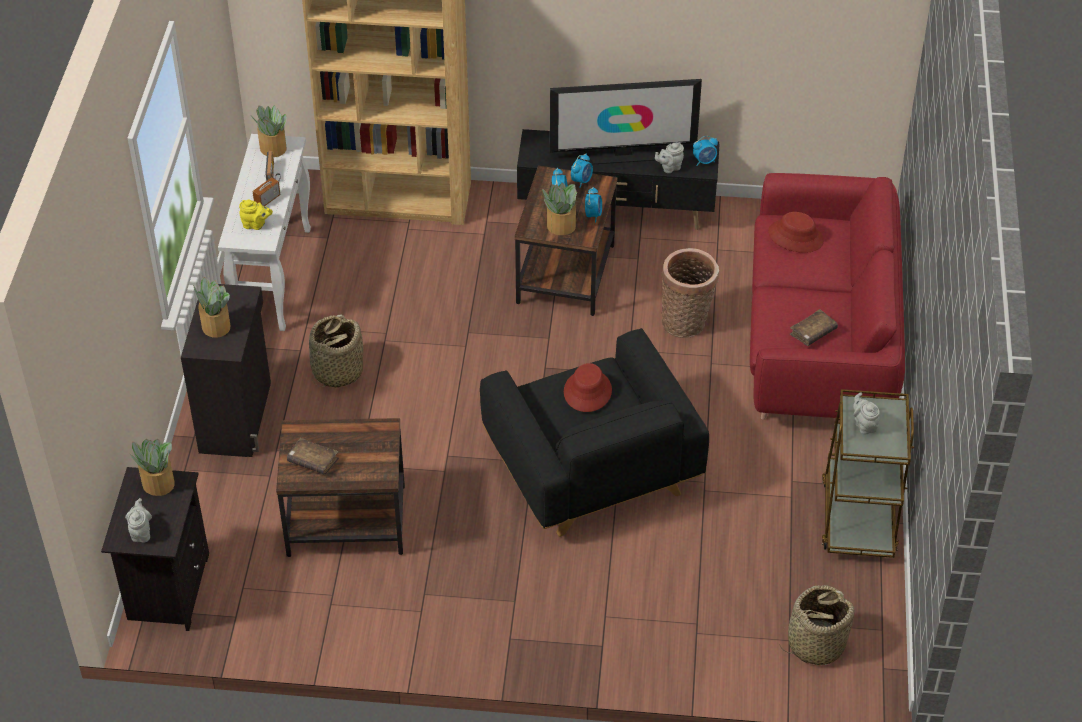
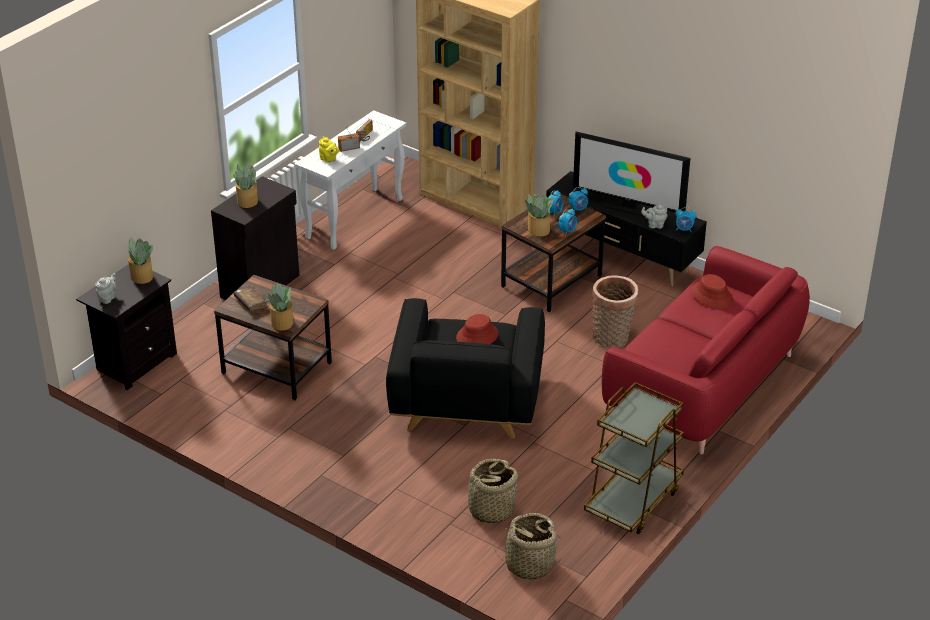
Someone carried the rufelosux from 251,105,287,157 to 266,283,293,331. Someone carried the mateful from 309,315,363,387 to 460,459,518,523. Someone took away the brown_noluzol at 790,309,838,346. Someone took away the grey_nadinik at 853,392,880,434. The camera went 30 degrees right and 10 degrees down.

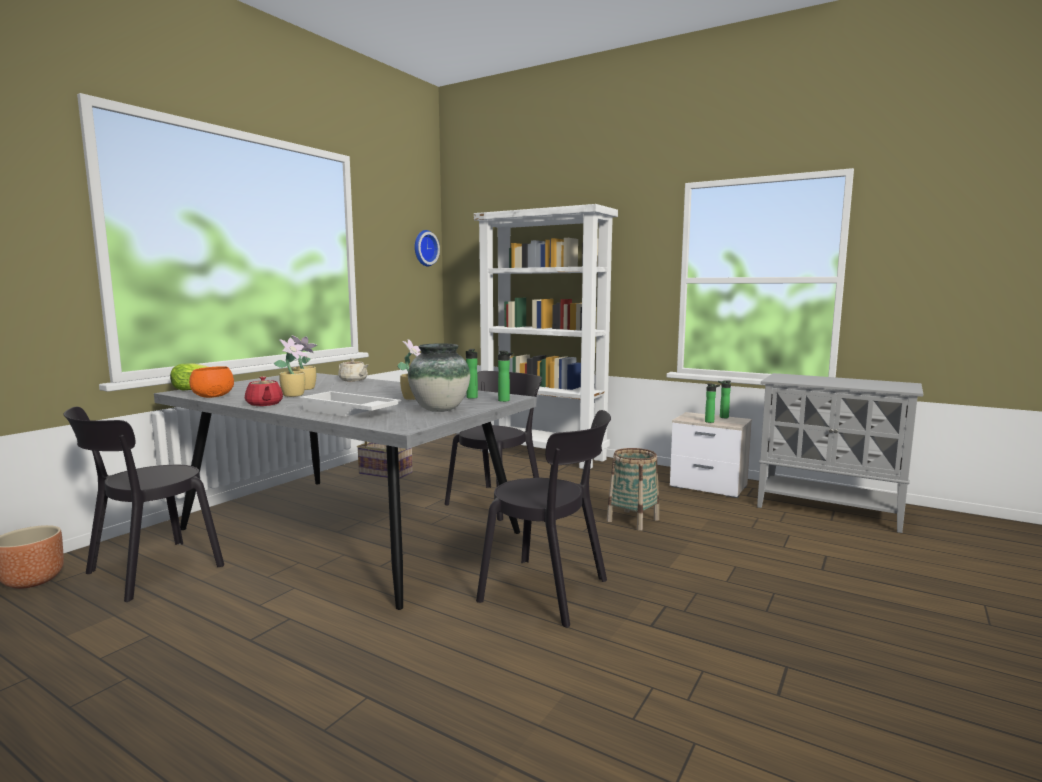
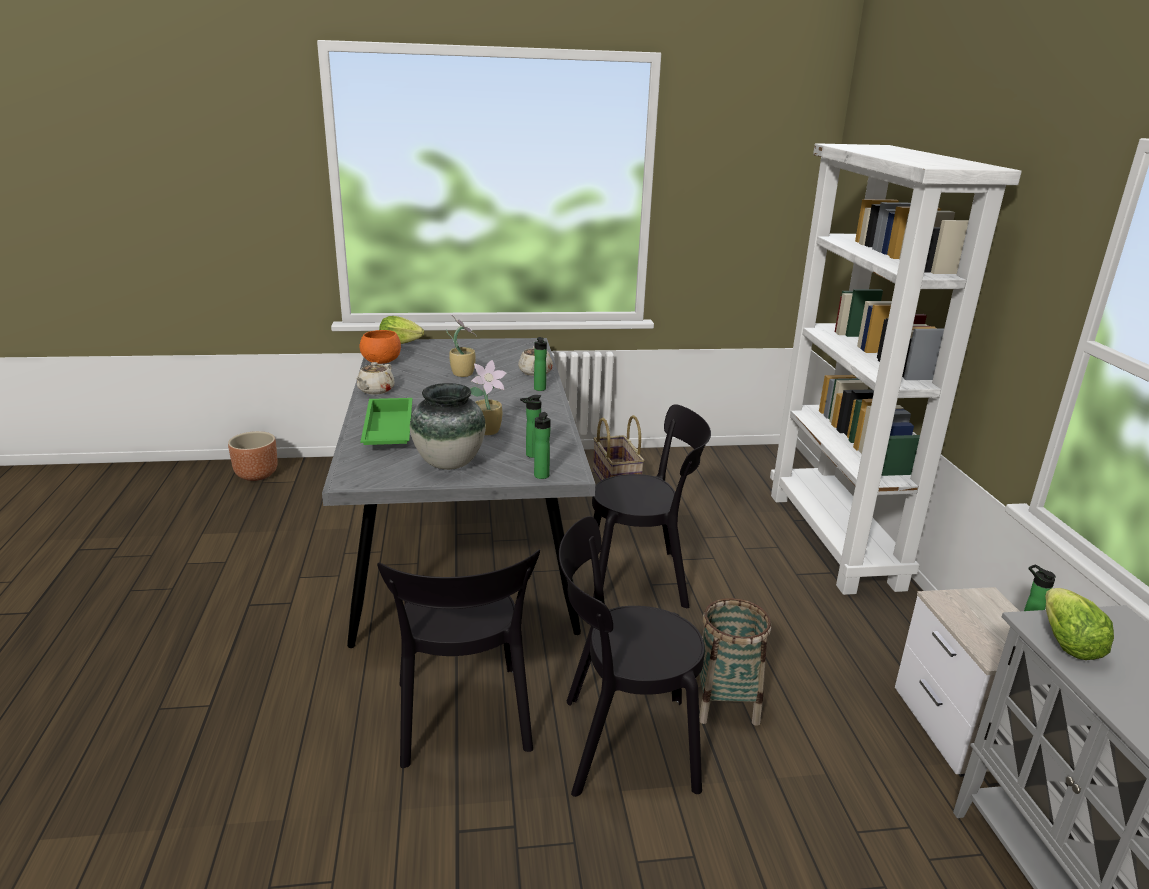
Someone carried the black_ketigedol from 63,407,224,602 to 559,516,705,797. Someone repainted the red_nadinik at 245,376,283,406, which became the beige_nadinik at 356,362,395,395. Someone took away the rufelosux at 274,337,308,397. Someone repainted the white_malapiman at 299,391,401,416, which became the green_malapiman at 360,398,412,445. Someone took away the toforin at 415,230,440,266. Someone carried the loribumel from 705,383,720,423 to 534,337,547,391. Someone put down the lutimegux at 1045,588,1114,660. The camera went 50 degrees right and 15 degrees up.

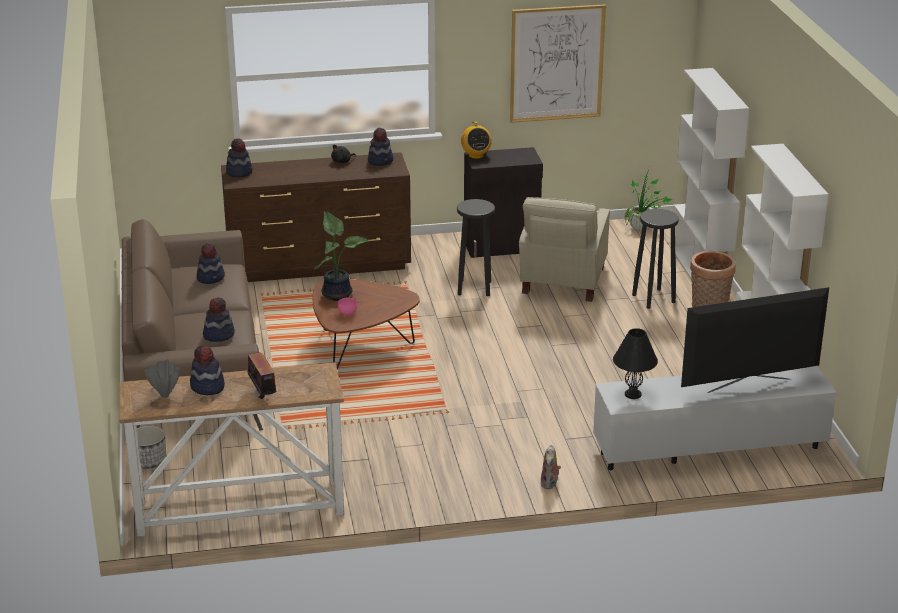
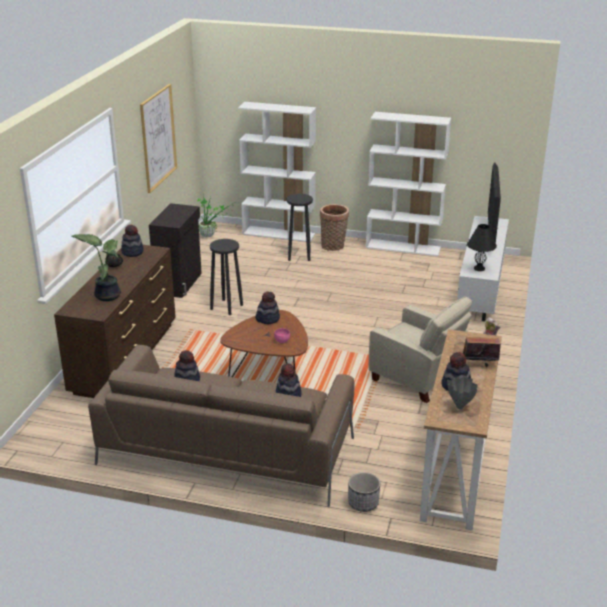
Someone carried the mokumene from 226,138,252,178 to 255,291,280,324. Someone carried the rufelosux from 314,212,370,301 to 71,234,121,301. Someone took away the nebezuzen at 461,121,492,159. Someone carried the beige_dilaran from 519,197,610,302 to 369,296,472,403. The camera went 65 degrees left and 0 degrees up.

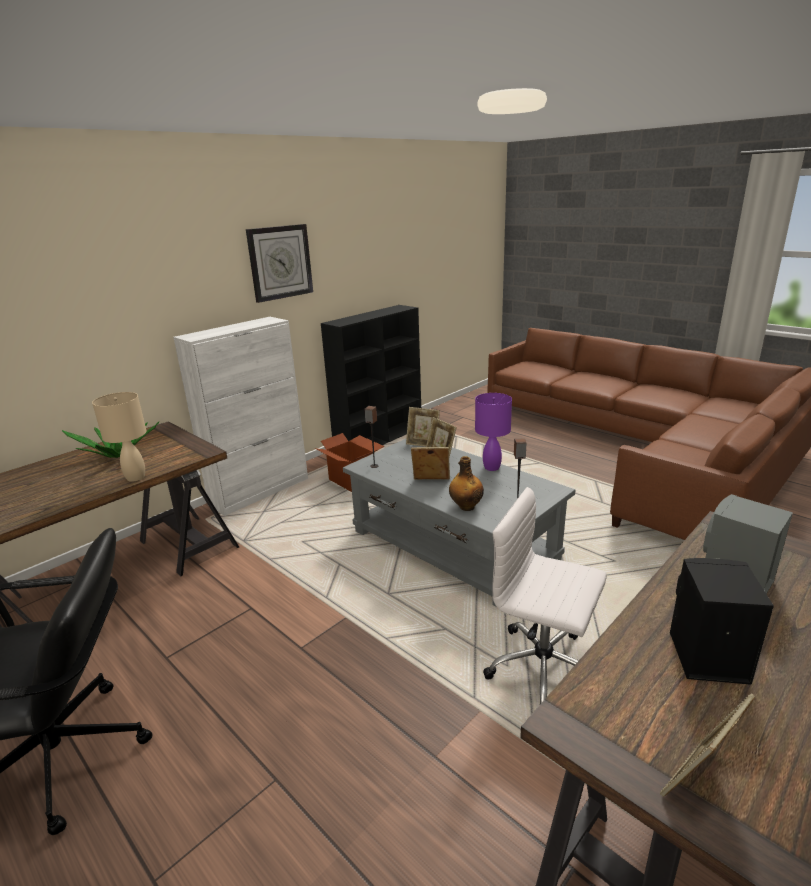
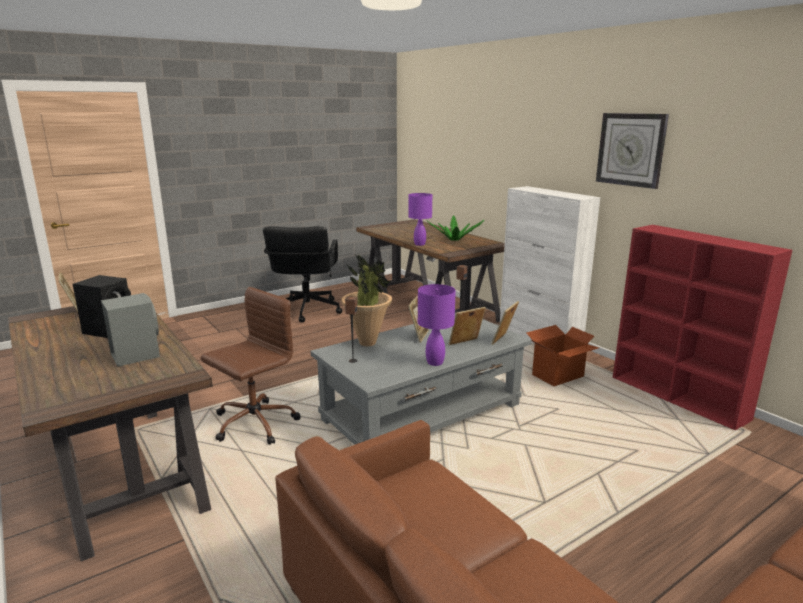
Someone repainted the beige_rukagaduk at 92,392,146,482, which became the purple_rukagaduk at 408,193,432,246. Someone repainted the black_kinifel at 321,305,421,445, which became the red_kinifel at 613,225,792,430. Someone swapped the loribumel at 449,456,484,511 for the rufelosux at 341,254,392,346. Someone repainted the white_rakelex at 483,487,607,704, which became the brown_rakelex at 201,287,301,445. The camera went 100 degrees right and 5 degrees down.

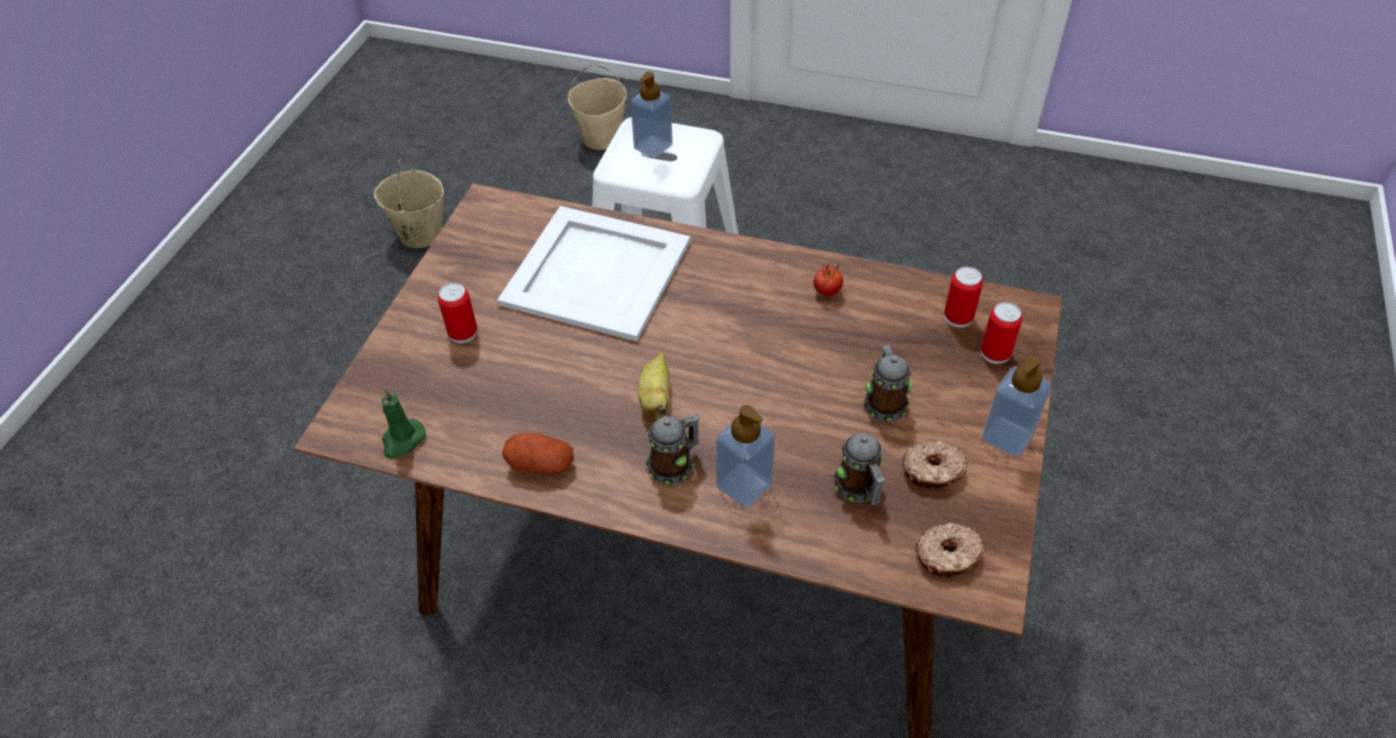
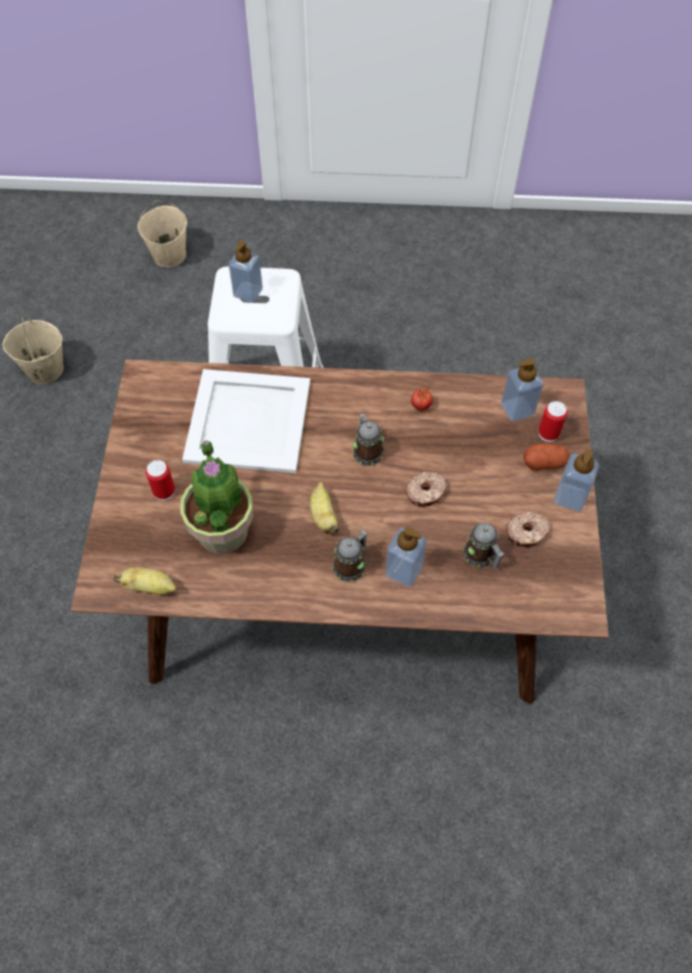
Someone swapped the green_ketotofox at 381,389,426,459 for the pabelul at 113,567,177,595. Someone carried the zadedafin from 502,433,574,474 to 523,443,570,470. Someone carried the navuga from 863,345,913,423 to 352,413,384,466. Someone carried the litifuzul from 916,523,985,578 to 405,472,448,507. Someone swapped the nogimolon at 944,267,983,327 for the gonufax at 501,358,544,422. Someone put down the rufelosux at 180,440,253,554. The camera went 15 degrees left and 10 degrees up.

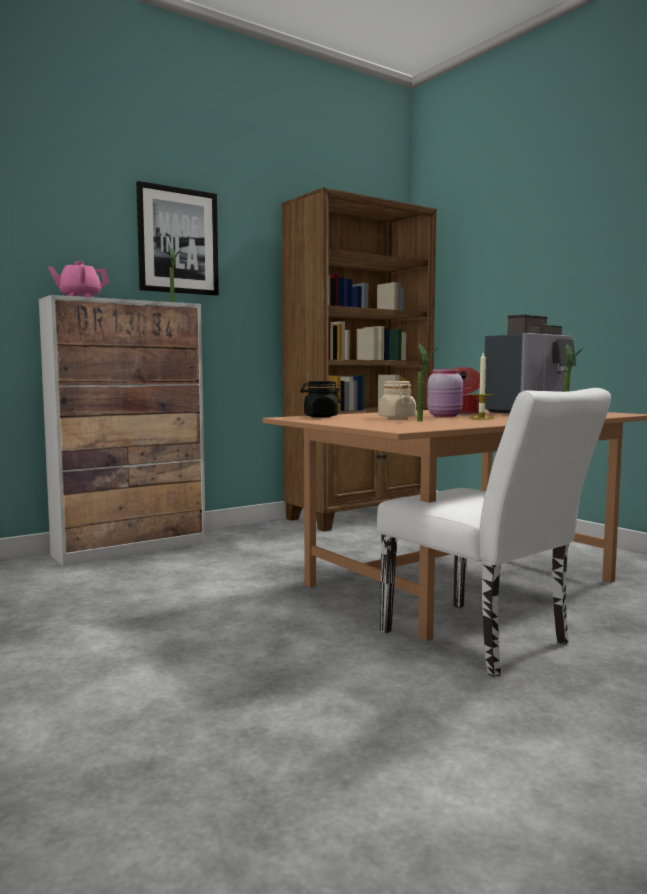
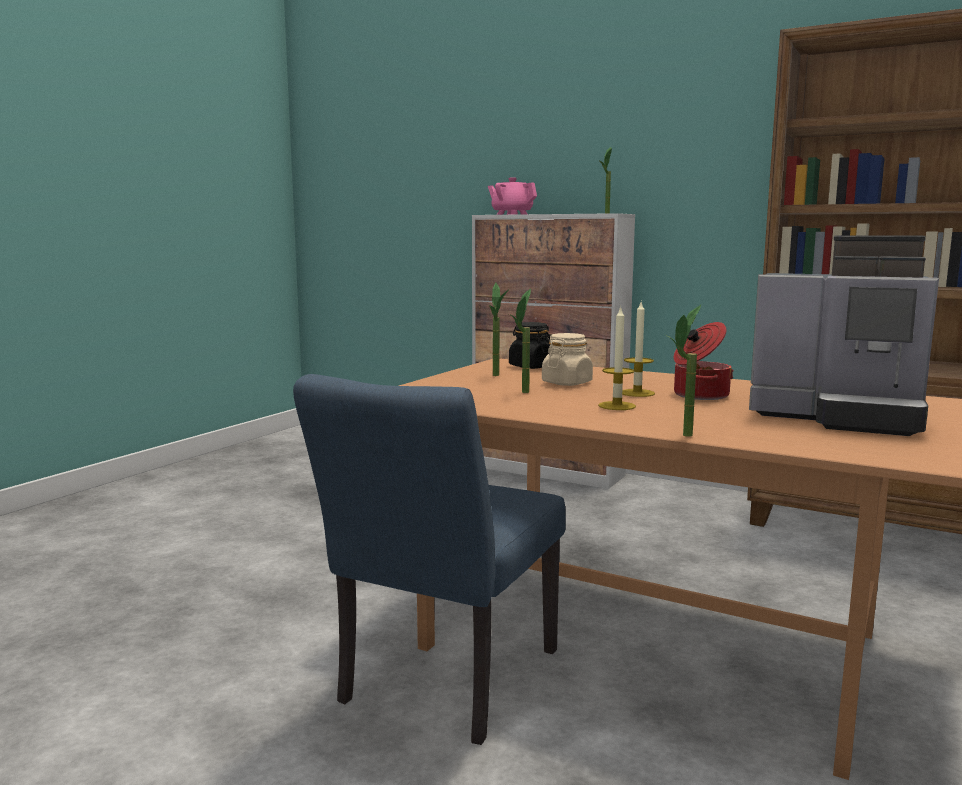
Someone took away the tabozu at 136,181,219,296. Someone repainted the white_ketigedol at 377,388,611,677, which became the blue_ketigedol at 293,374,566,745. Someone swapped the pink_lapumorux at 427,369,463,417 for the ketotofox at 622,302,655,397. Someone put down the rufelosux at 489,283,509,376. The camera went 65 degrees right and 5 degrees up.

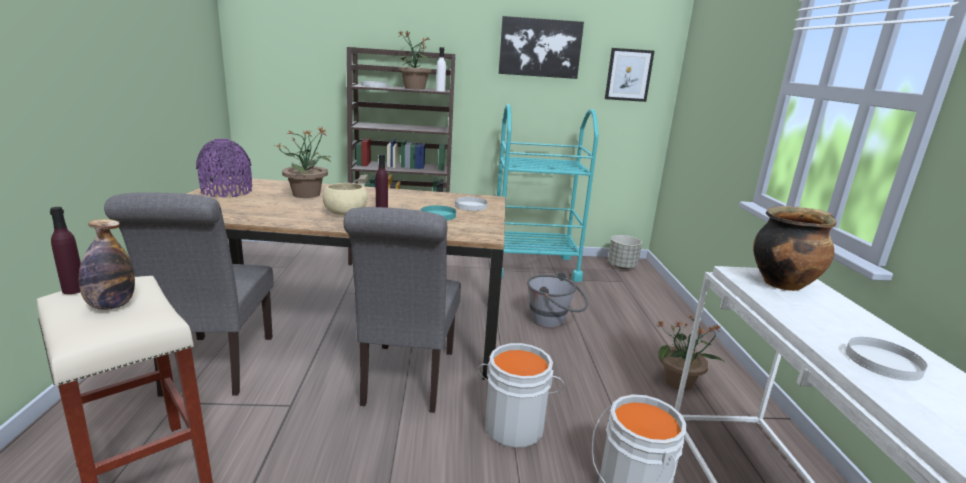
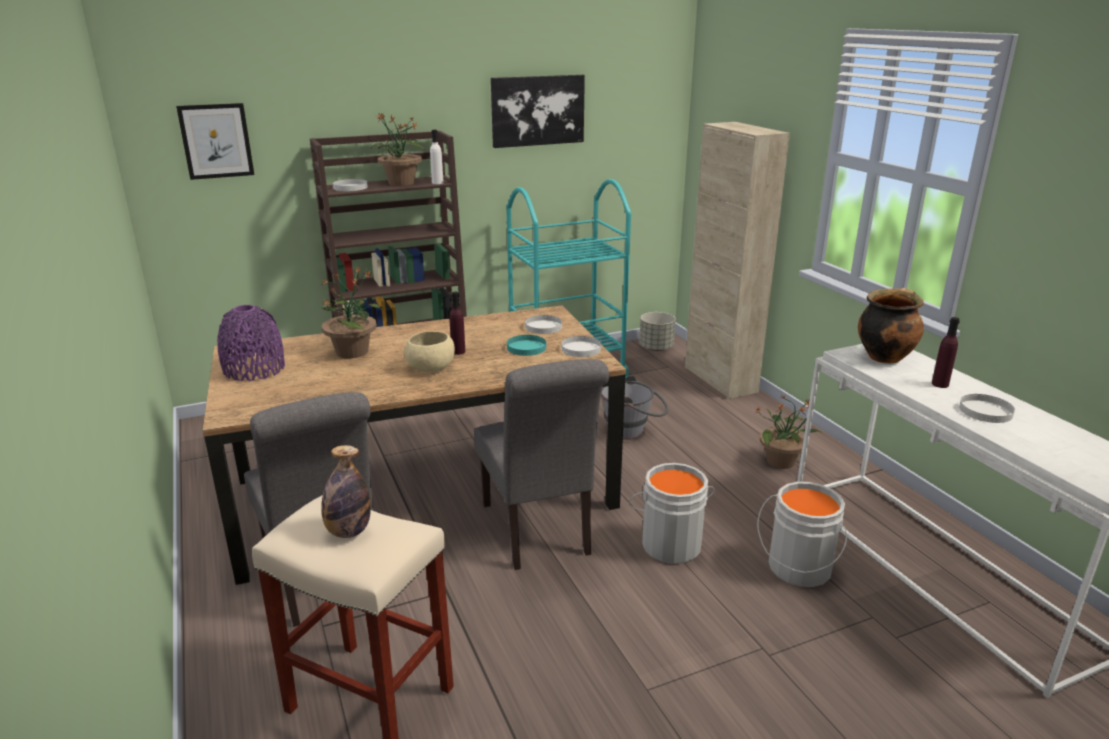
Someone carried the purple_loribumel from 50,207,81,294 to 932,317,960,388. Someone carried the tabozu from 605,48,654,102 to 176,103,254,180. Someone put down the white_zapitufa at 561,336,601,357. Someone put down the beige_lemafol at 685,122,790,399. The camera went 20 degrees left and 5 degrees up.

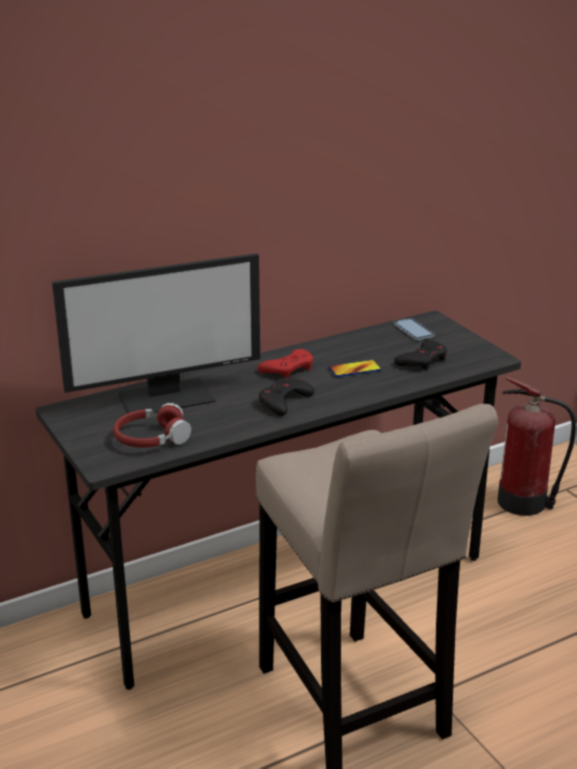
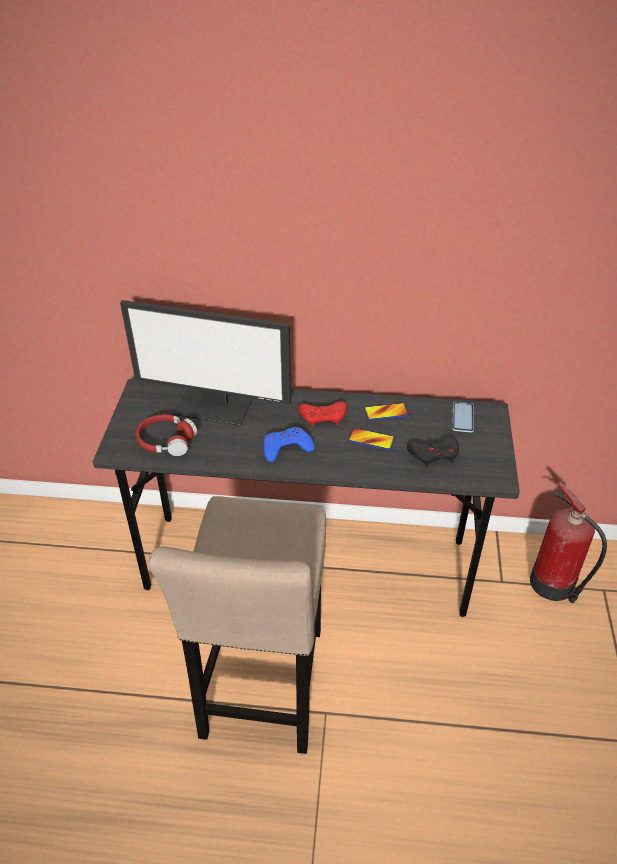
Someone repainted the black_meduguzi at 259,378,314,416, which became the blue_meduguzi at 264,427,315,462. Someone put down the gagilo at 364,403,409,420. The camera went 35 degrees right and 15 degrees up.

